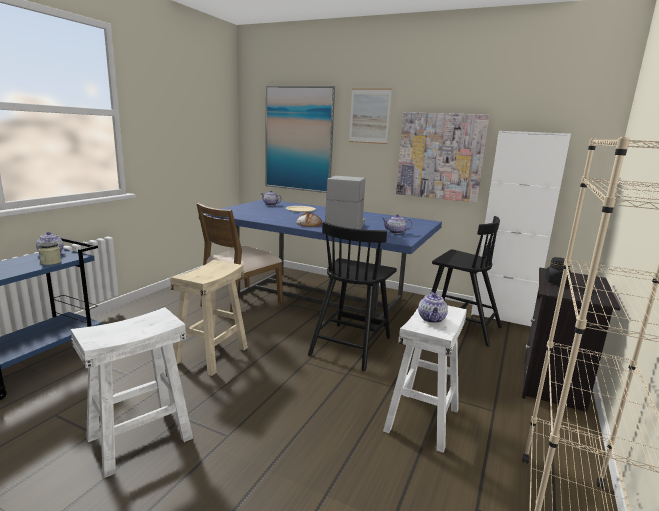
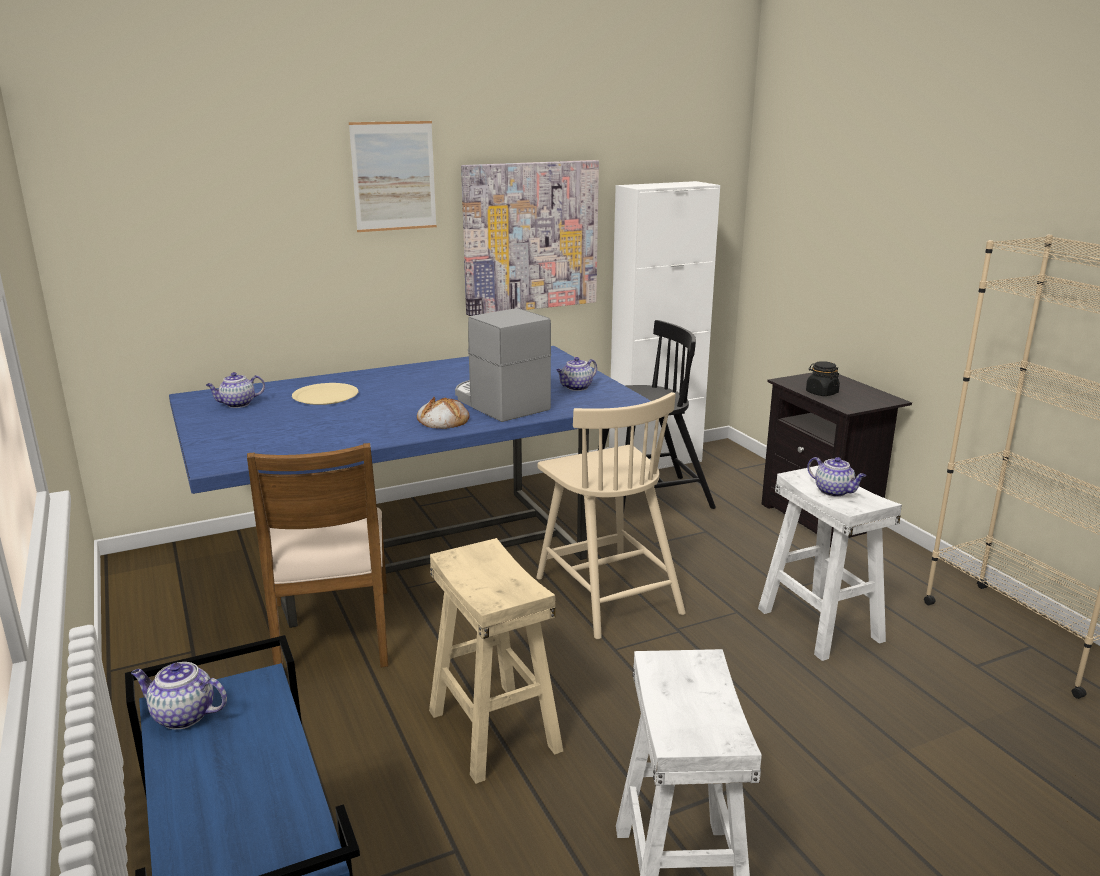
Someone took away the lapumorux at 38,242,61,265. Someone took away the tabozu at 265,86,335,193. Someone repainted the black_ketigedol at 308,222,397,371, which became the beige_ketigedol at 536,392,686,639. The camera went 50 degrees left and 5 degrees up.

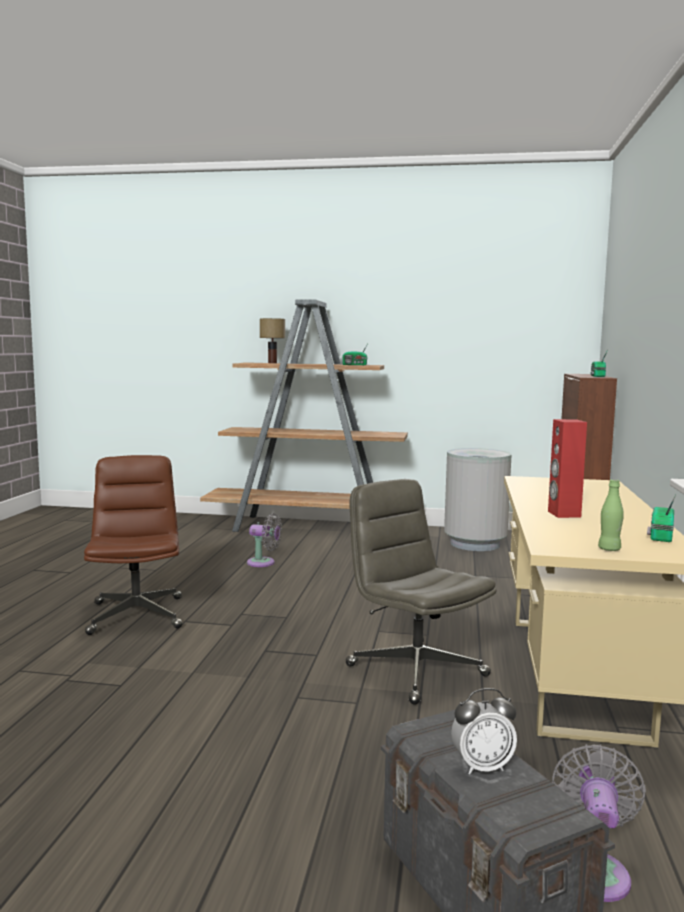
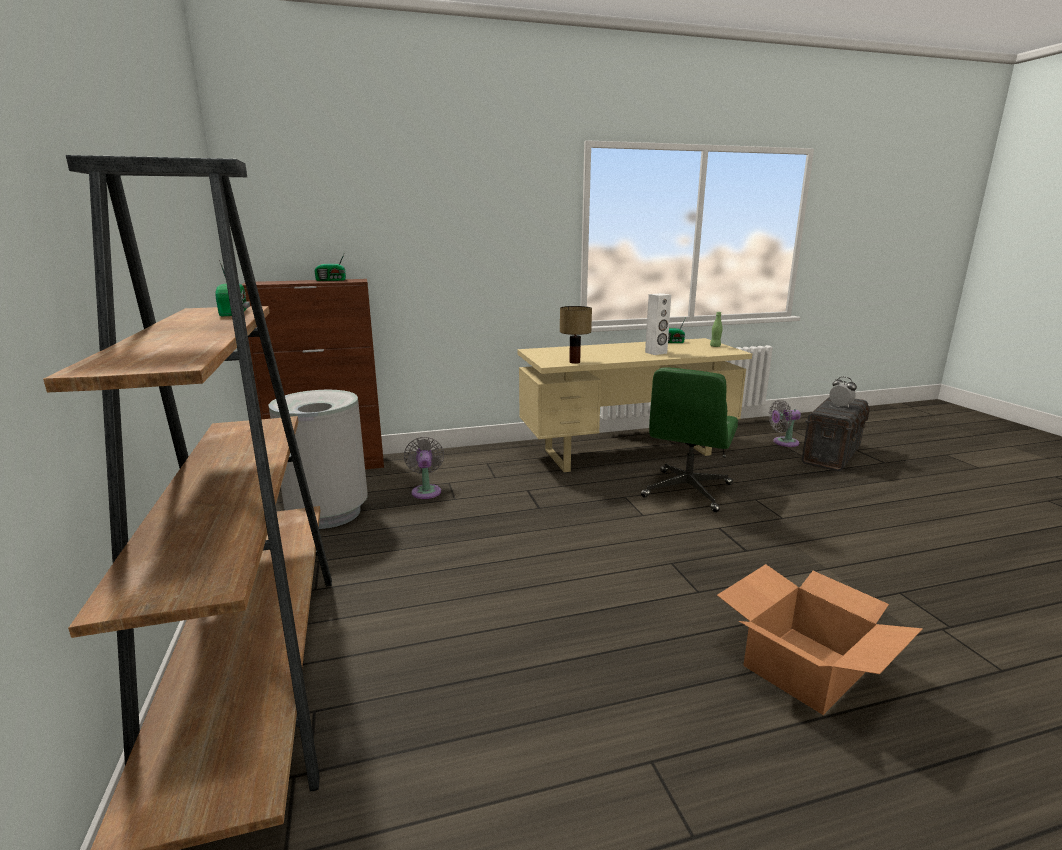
Someone swapped the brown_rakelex at 84,455,182,635 for the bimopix at 717,564,923,715. Someone carried the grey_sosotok from 247,513,282,567 to 404,437,444,499. Someone carried the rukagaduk from 260,318,285,363 to 560,306,592,364. Someone repainted the grey_rakelex at 345,479,496,705, which became the green_rakelex at 641,367,738,512. Someone repainted the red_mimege at 548,419,587,518, which became the white_mimege at 645,293,671,355. The camera went 115 degrees left and 10 degrees up.

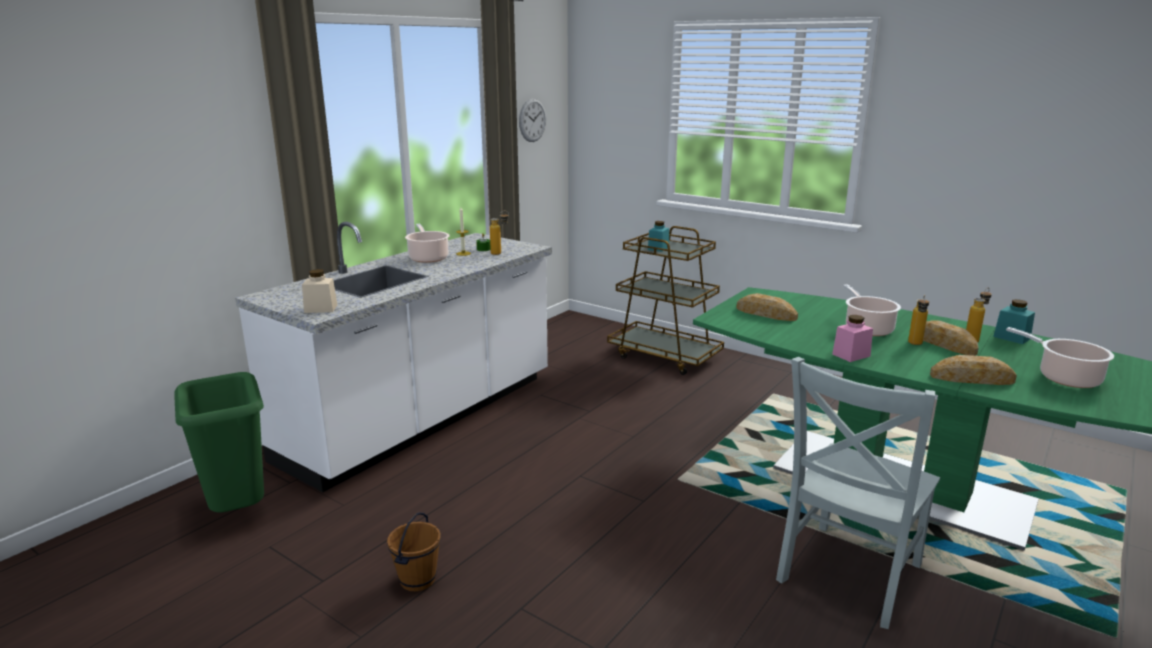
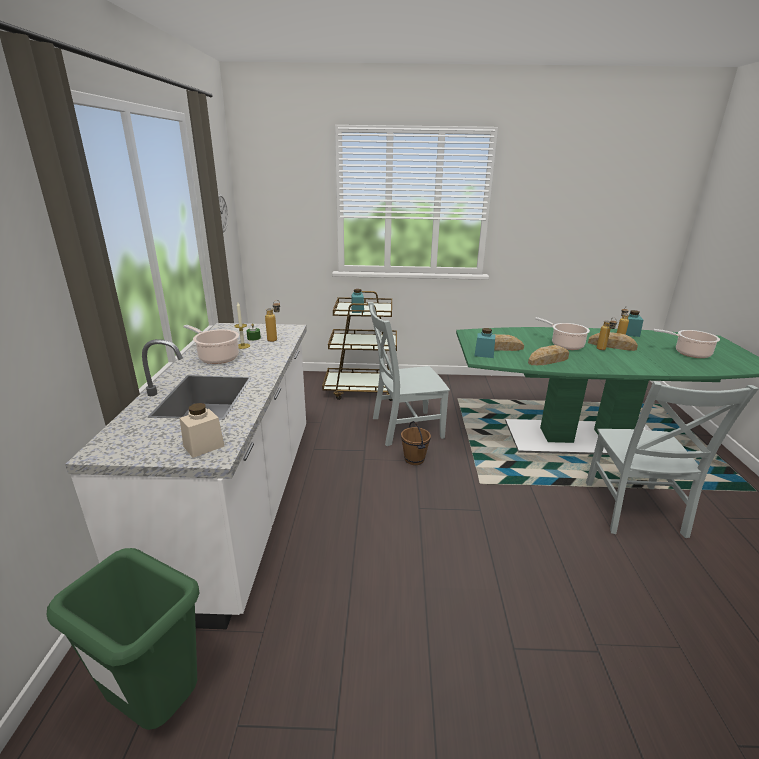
Someone carried the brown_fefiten from 387,512,441,592 to 401,421,431,465. Someone took away the pink_lapumorux at 832,315,873,362. Someone carried the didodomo from 930,355,1017,385 to 528,345,569,365. Someone put down the grey_ketigedol at 368,302,450,446. Someone put down the turquoise_lapumorux at 474,328,495,358. The camera went 35 degrees left and 5 degrees up.

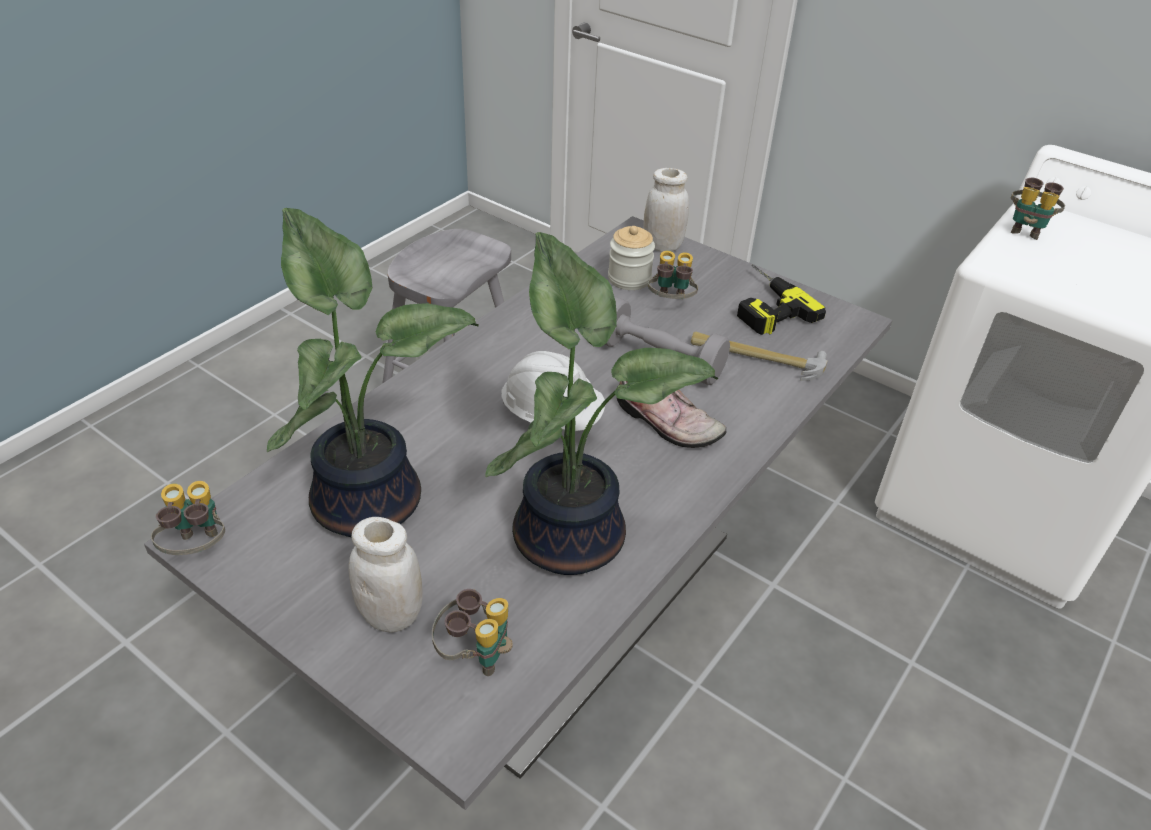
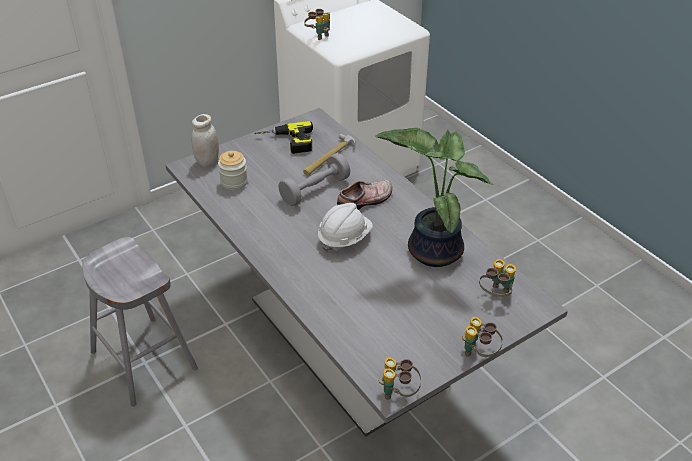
Someone took away the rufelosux at 267,208,479,537. Someone took away the white_lapumorux at 348,517,423,633. Someone carried the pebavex from 648,251,698,299 to 462,317,503,357. The camera went 70 degrees left and 0 degrees up.

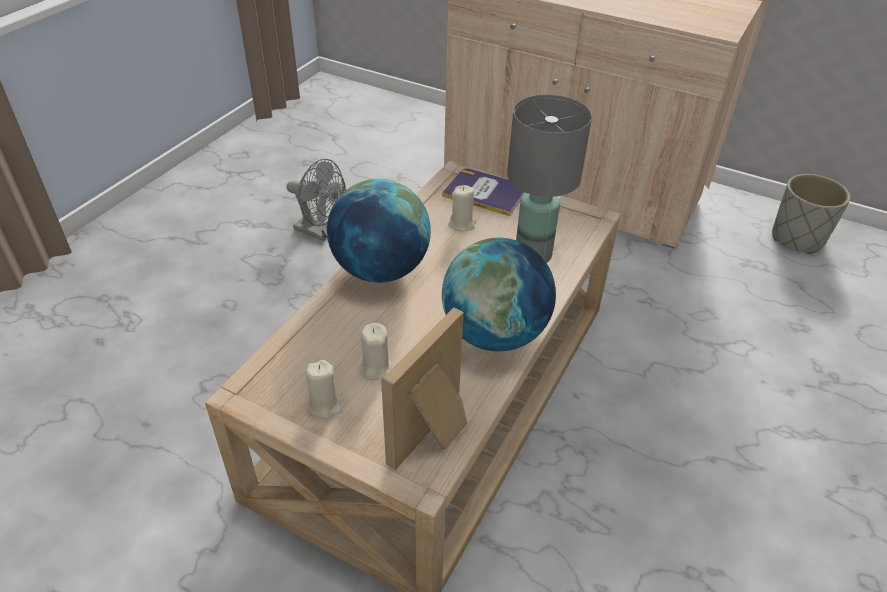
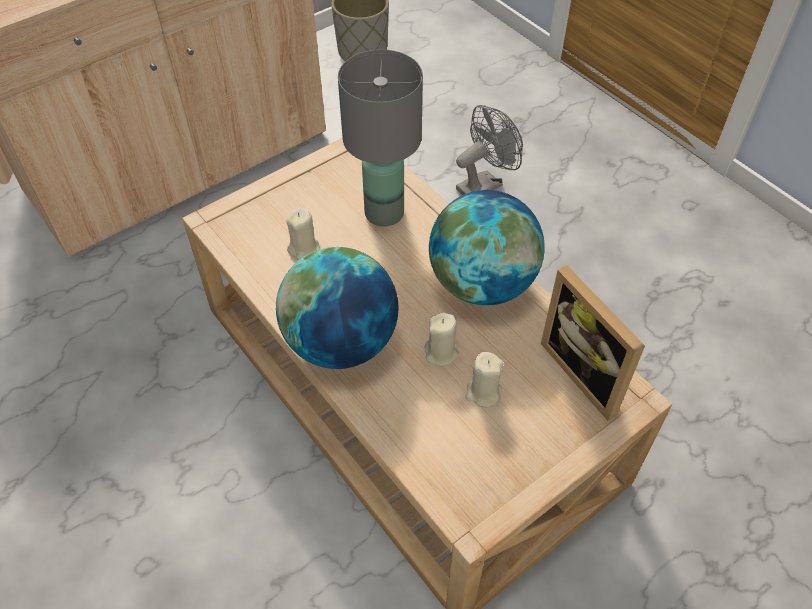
Someone carried the grey_sosotok from 286,159,346,241 to 456,105,523,195. Someone carried the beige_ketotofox from 306,360,342,419 to 424,313,459,366. Someone took away the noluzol at 442,168,526,216. The camera went 65 degrees left and 10 degrees up.

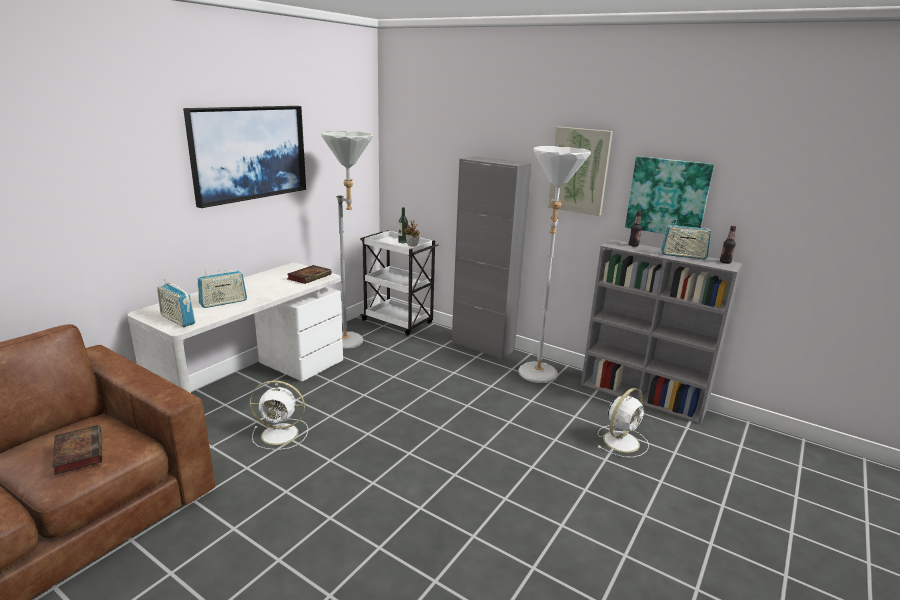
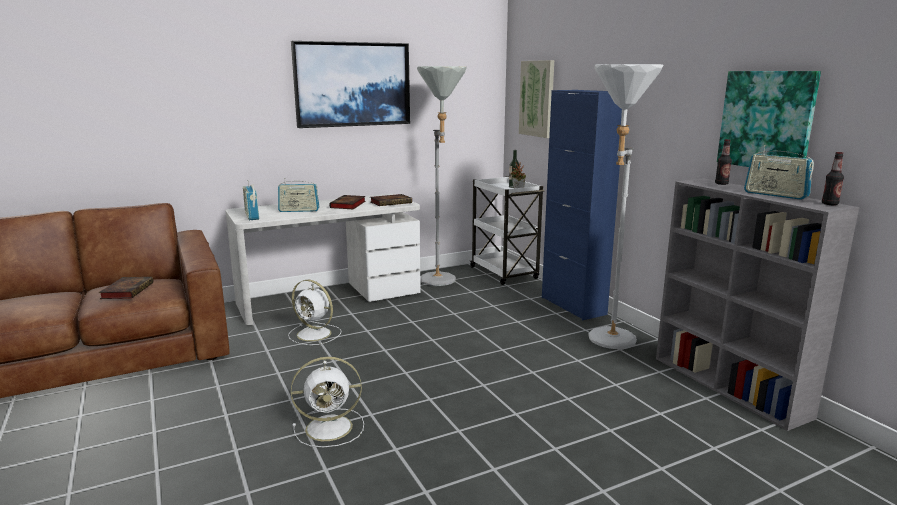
Someone repainted the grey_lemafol at 452,156,532,360, which became the blue_lemafol at 542,90,622,320. Someone carried the tabozu from 548,127,613,216 to 519,60,554,138. Someone carried the white_sosotok from 597,388,649,458 to 291,357,364,447. Someone put down the noluzol at 329,195,366,209. The camera went 30 degrees right and 5 degrees down.

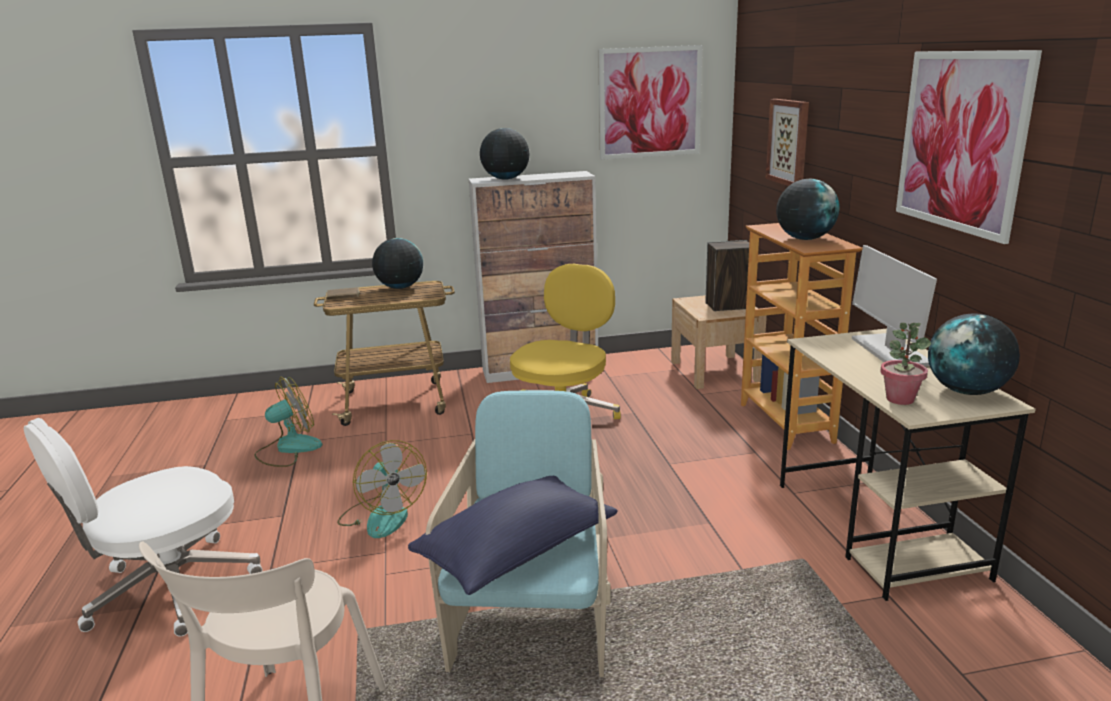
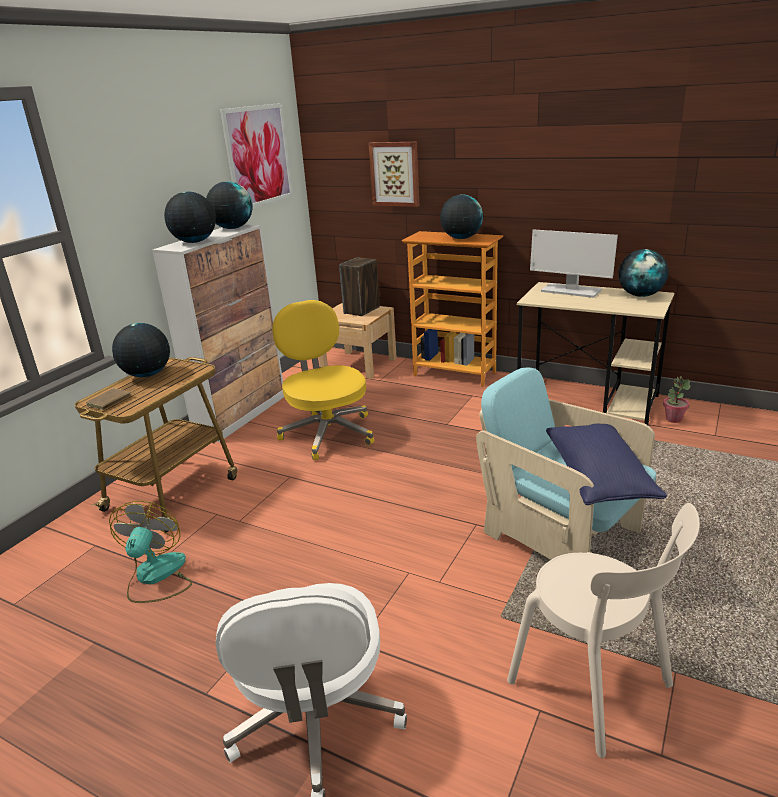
Someone took away the sosotok at 337,440,427,538. Someone carried the rufelosux from 880,323,931,405 to 663,376,691,423. Someone took away the tabozu at 896,50,1042,244. Someone put down the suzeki at 206,181,253,229. The camera went 50 degrees left and 5 degrees up.

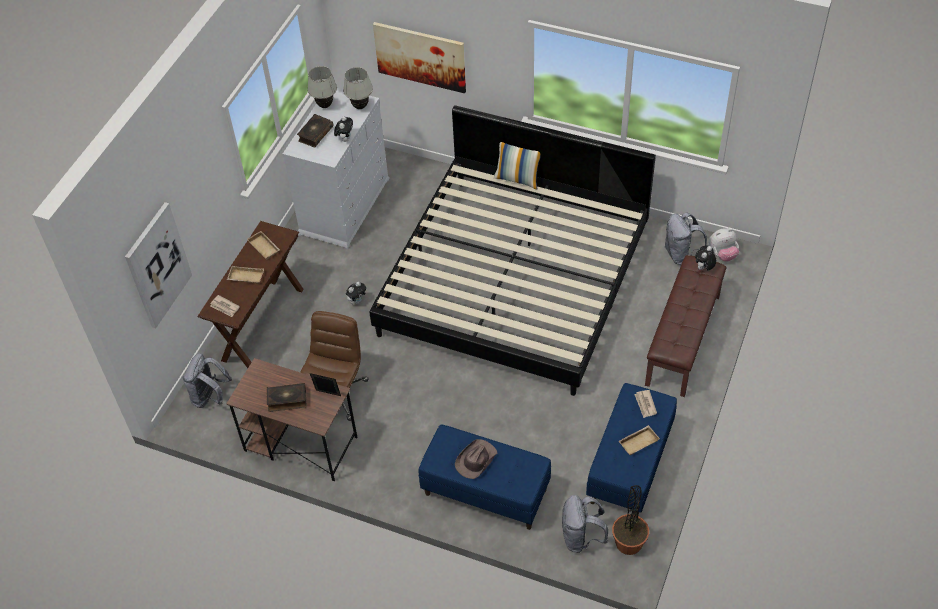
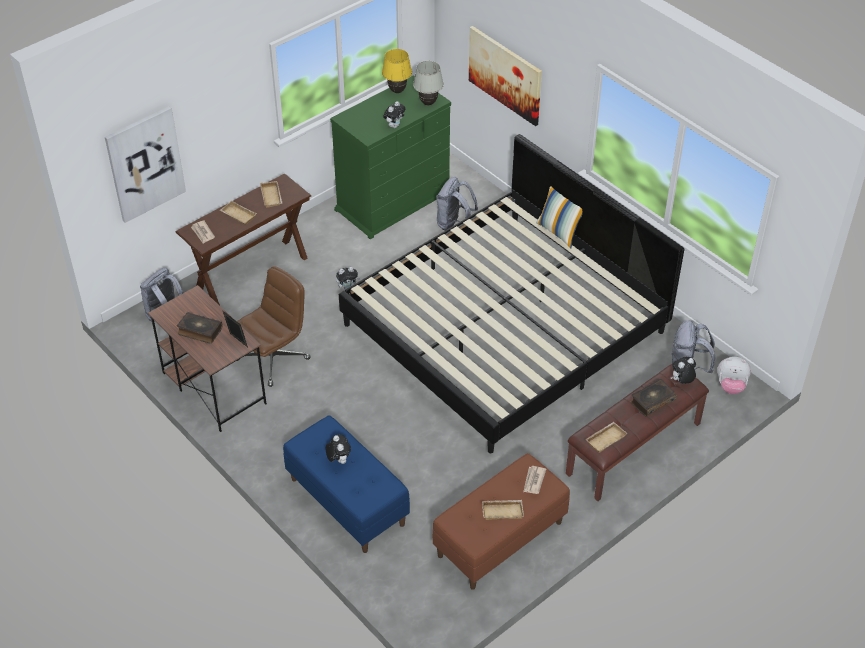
Someone repainted the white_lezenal at 283,88,390,249, which became the green_lezenal at 330,75,451,239. Someone carried the noluzol from 297,114,333,148 to 630,379,677,417. Someone repainted the white_rukagaduk at 308,66,337,108, which became the yellow_rukagaduk at 382,49,412,93. Someone swapped the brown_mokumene at 455,439,498,479 for the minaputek at 326,435,351,464. Someone carried the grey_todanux from 562,495,608,553 to 436,177,478,230. Someone repainted the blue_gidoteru at 586,383,677,515, which became the brown_gidoteru at 432,453,570,590. Someone took away the rufelosux at 612,485,649,555. Someone put down the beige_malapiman at 585,422,628,453. The camera went 25 degrees right and 5 degrees down.

